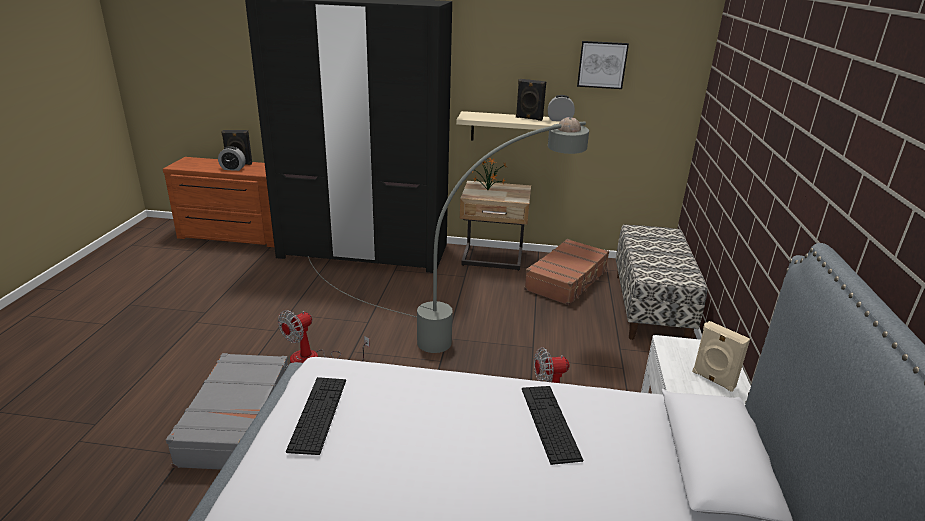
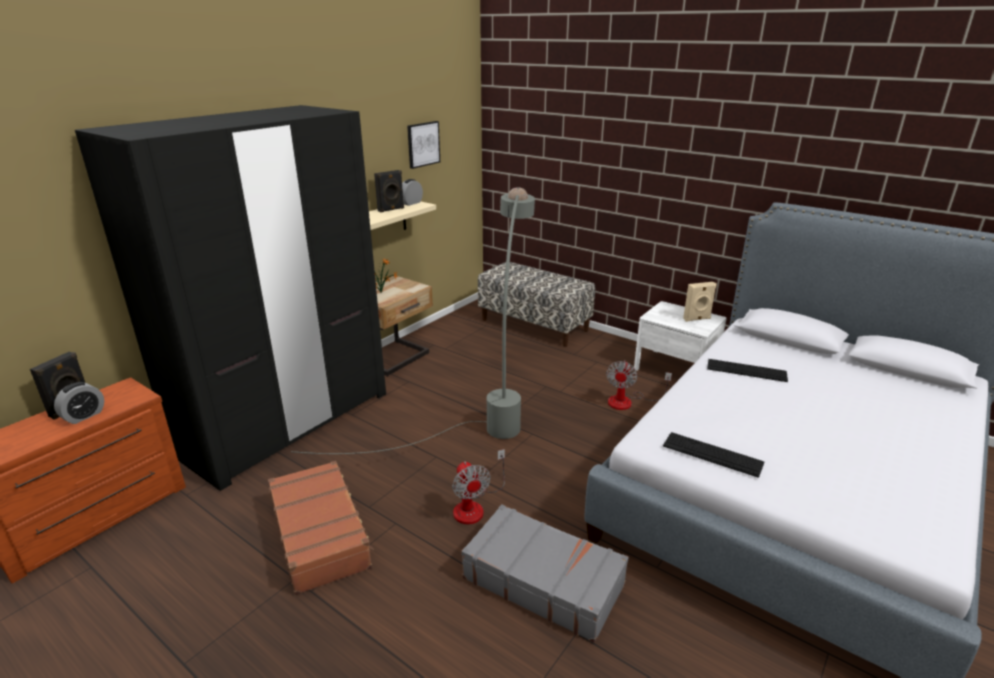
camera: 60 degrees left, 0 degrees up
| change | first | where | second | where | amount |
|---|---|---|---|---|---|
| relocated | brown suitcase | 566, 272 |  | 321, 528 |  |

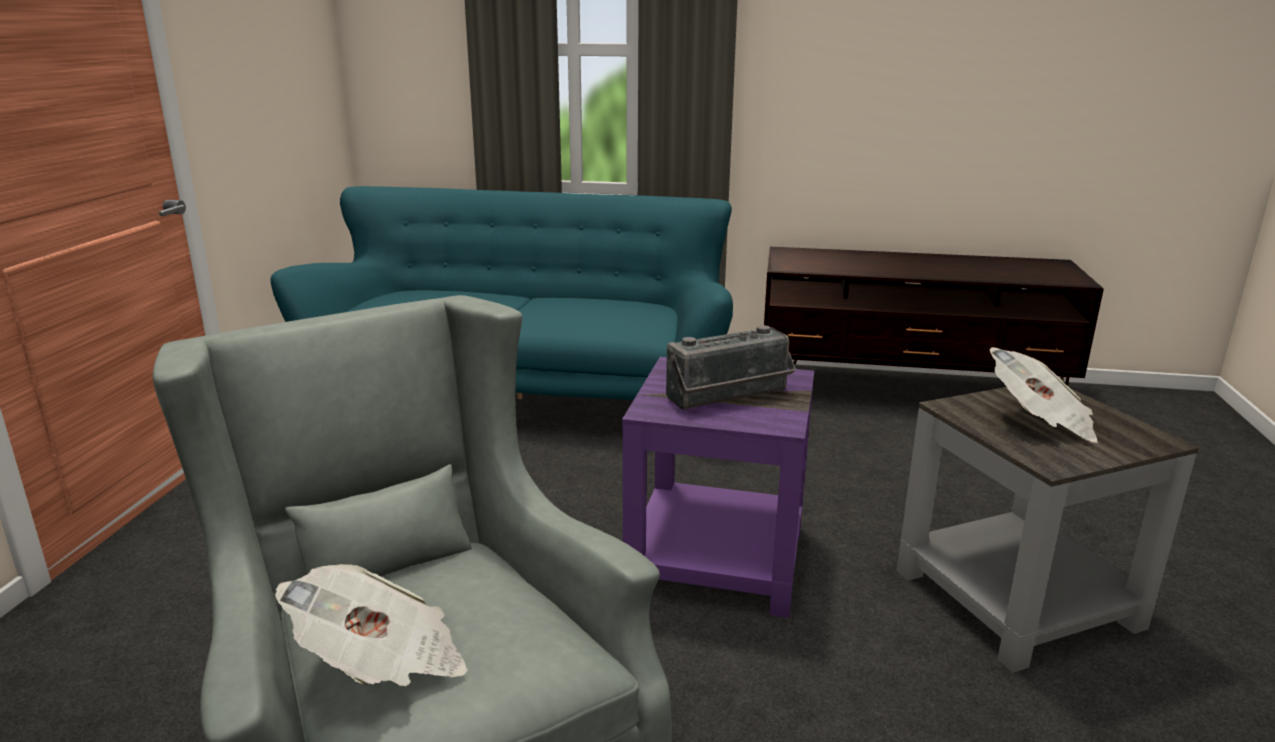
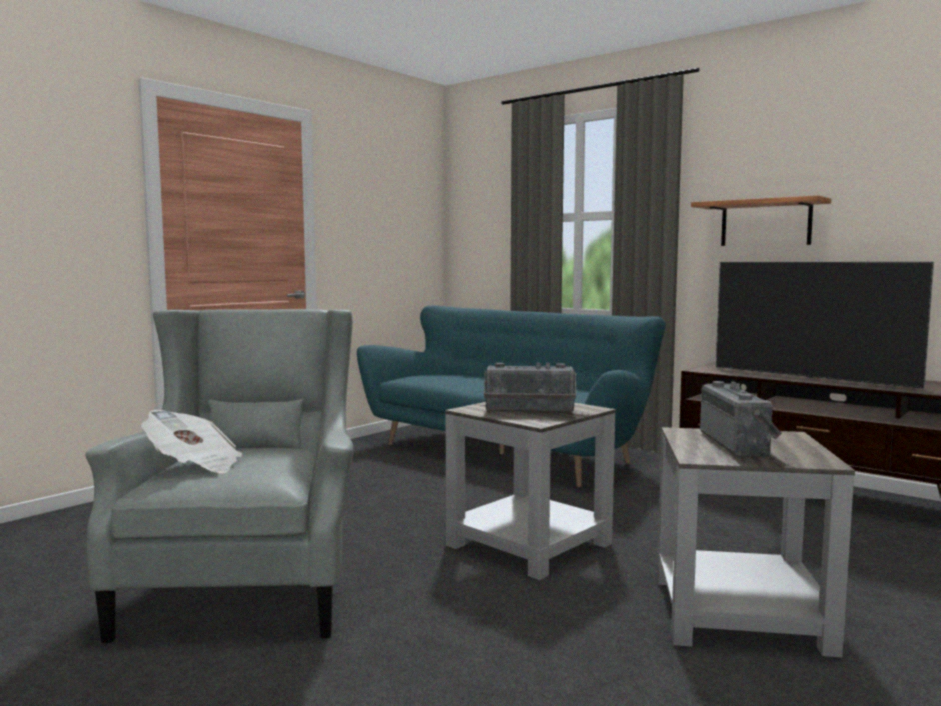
camera: 30 degrees right, 15 degrees down
| change | first | where | second | where | amount |
|---|---|---|---|---|---|
| colour | purple side table | 718, 487 | grey side table | 530, 491 |  |
| exchanged | newspaper | 1044, 395 | radio | 741, 419 |  |
| appeared |  |  | shelf | 761, 220 |  |
| appeared |  |  | television | 824, 324 |  |

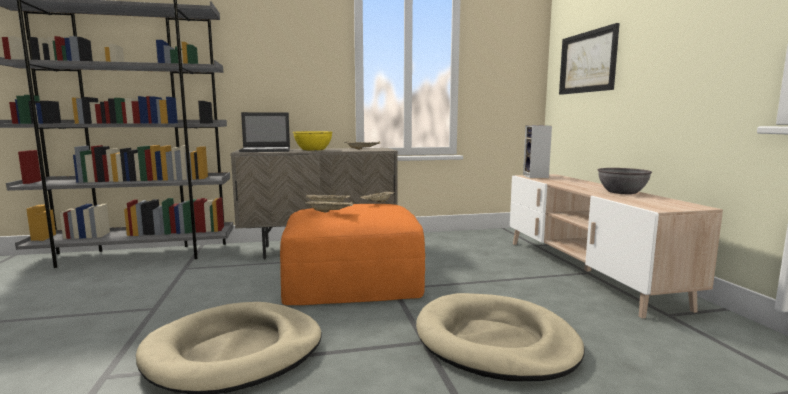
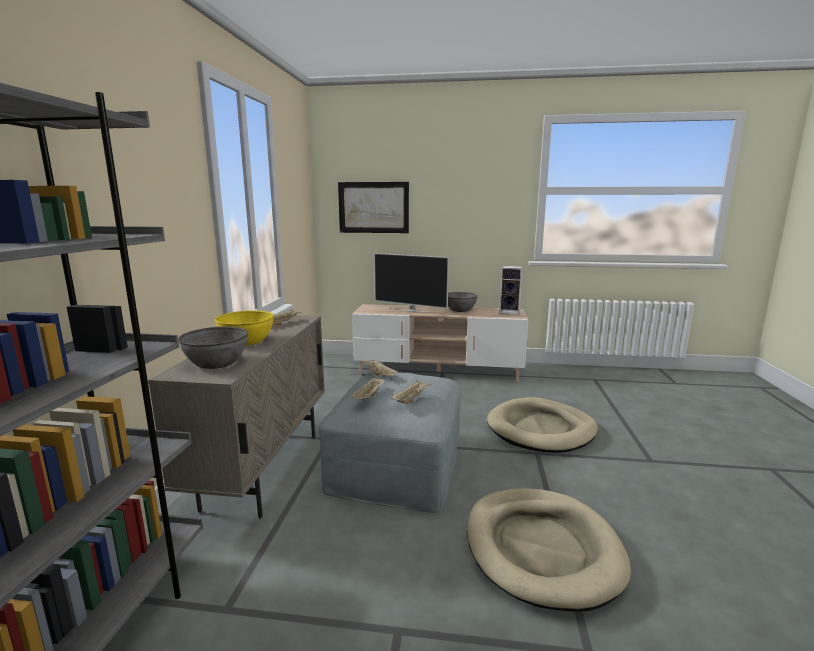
camera: 70 degrees left, 5 degrees up
| change | first | where | second | where | amount |
|---|---|---|---|---|---|
| exchanged | laptop | 264, 132 | grey bowl | 213, 348 |  |
| colour | orange ottoman | 352, 254 | grey ottoman | 390, 442 |  |
| relocated | speaker | 537, 152 |  | 511, 290 |  |
| appeared |  |  | television | 411, 283 |  |

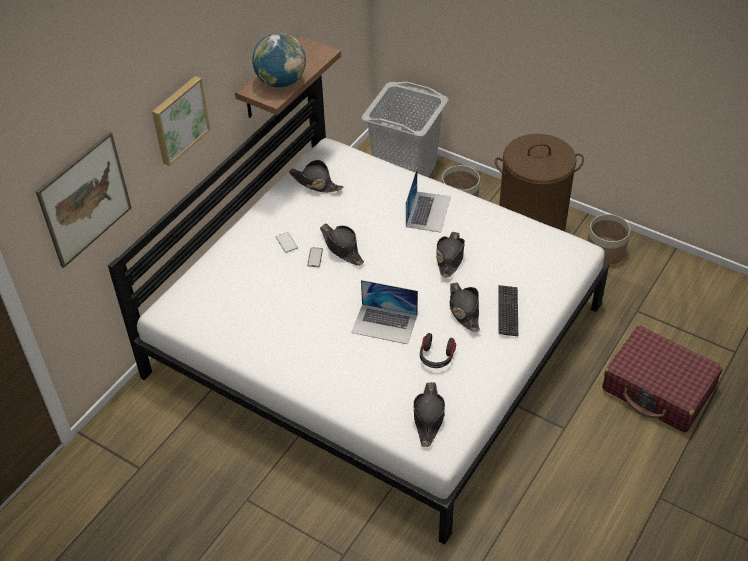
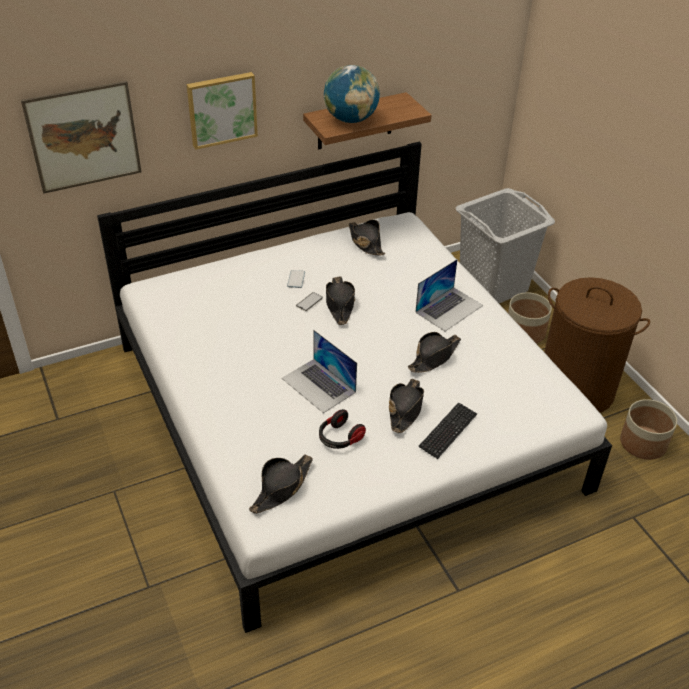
camera: 30 degrees right, 5 degrees down
| change | first | where | second | where | amount |
|---|---|---|---|---|---|
| missing | red suitcase | 662, 379 |  |  |  |

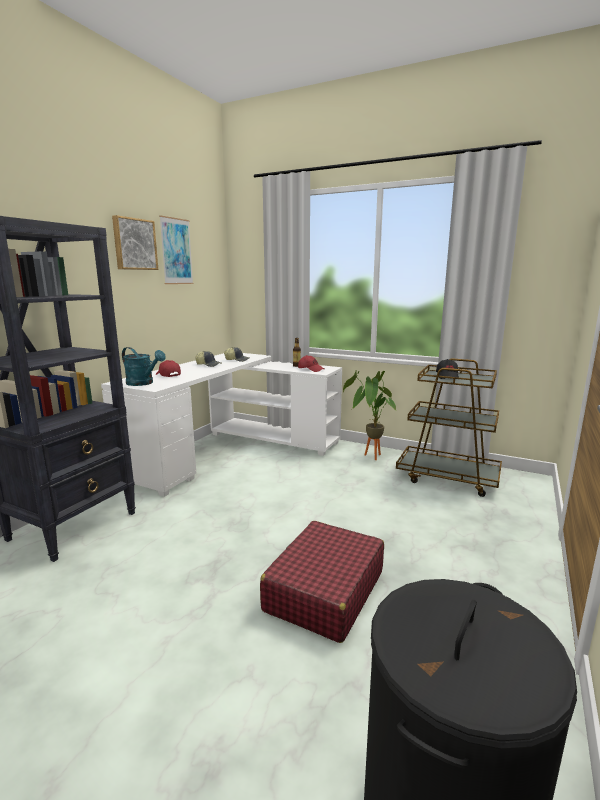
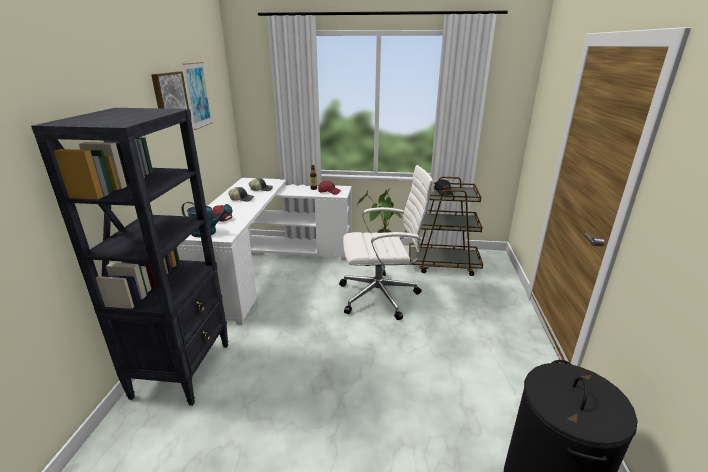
camera: 20 degrees left, 10 degrees up
| change | first | where | second | where | amount |
|---|---|---|---|---|---|
| missing | red suitcase | 322, 582 |  |  |  |
| appeared |  |  | white office chair | 386, 242 |  |

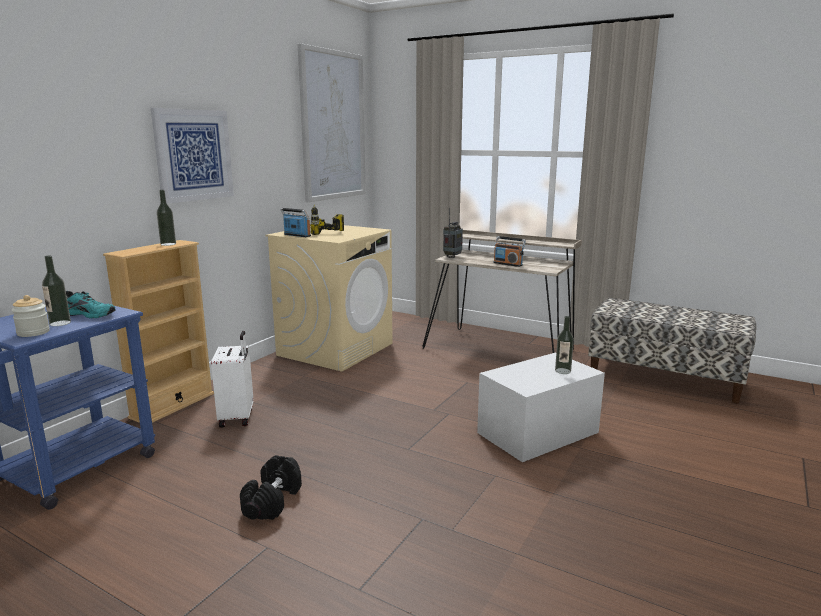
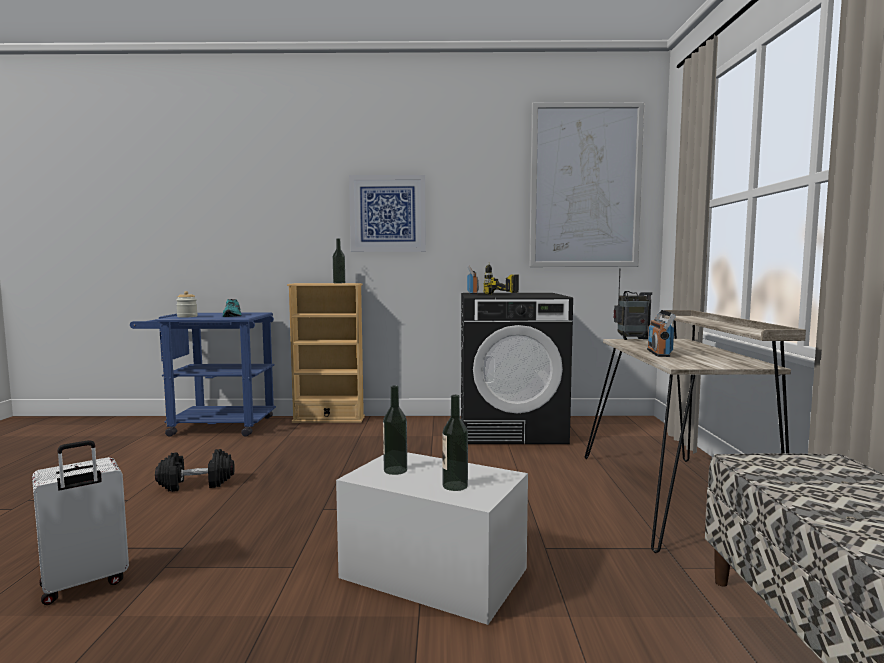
camera: 60 degrees right, 10 degrees down
| change | first | where | second | where | amount |
|---|---|---|---|---|---|
| relocated | bottle | 56, 290 |  | 395, 430 |  |
| relocated | white suitcase | 232, 379 |  | 80, 522 |  |
| colour | beige washing machine | 329, 298 | black washing machine | 517, 368 |  |

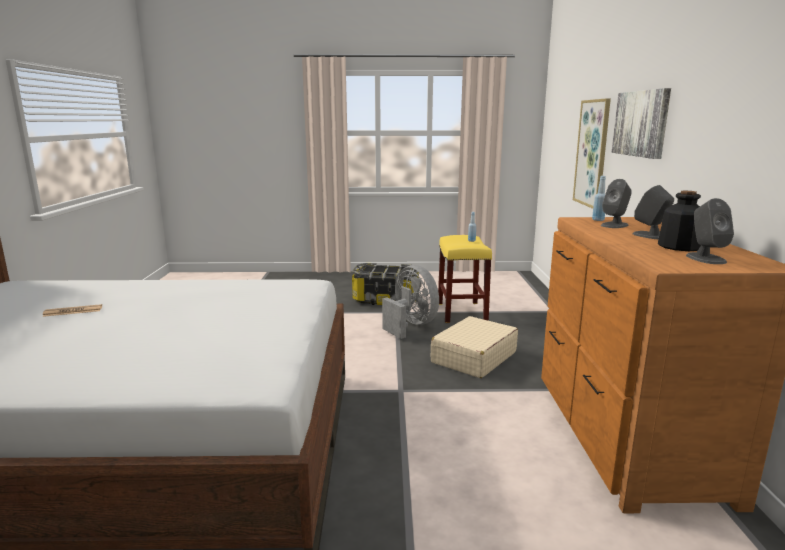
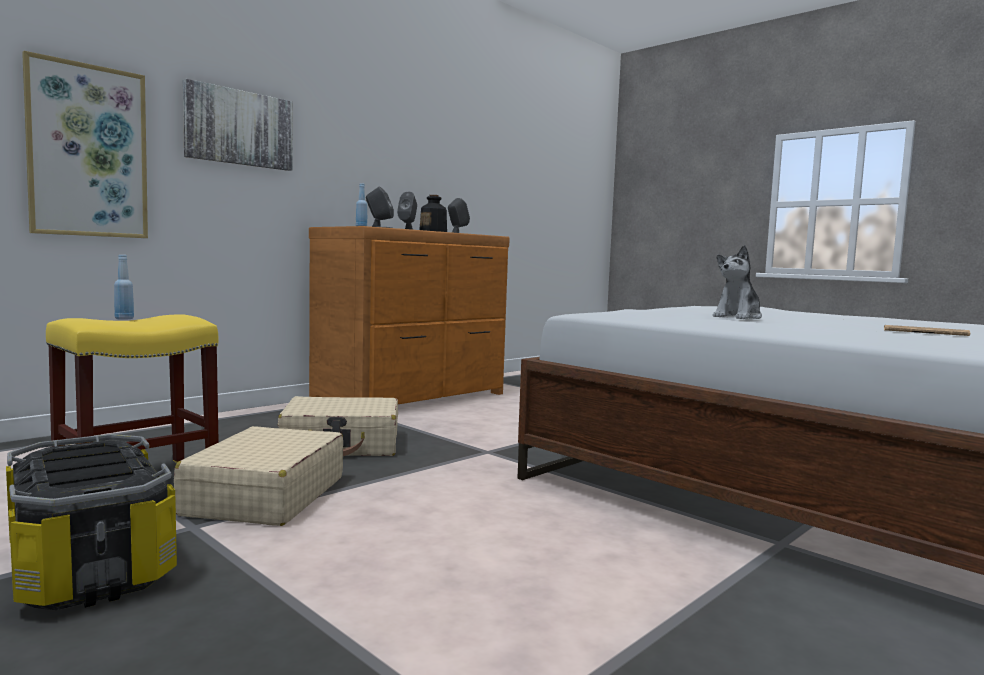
camera: 135 degrees left, 10 degrees down
| change | first | where | second | where | amount |
|---|---|---|---|---|---|
| exchanged | grey fan | 410, 302 | beige suitcase | 258, 476 |  |
| appeared |  |  | plush toy | 737, 282 |  |

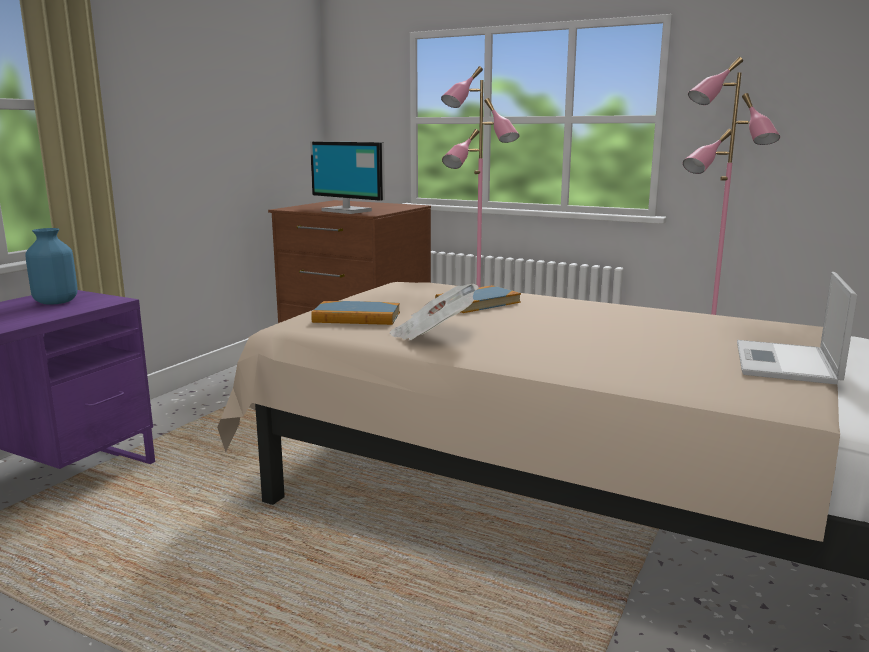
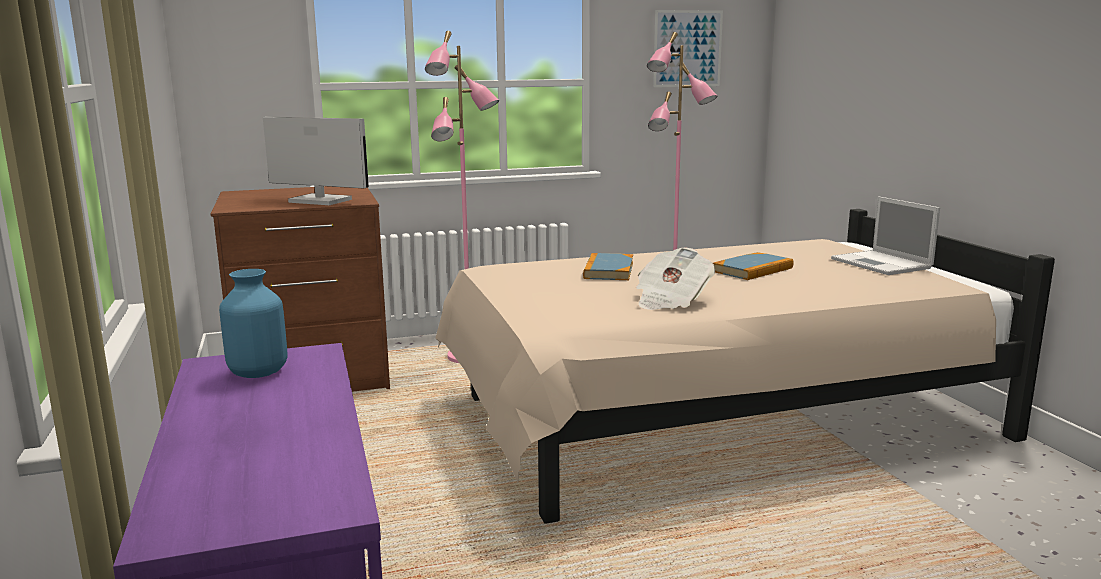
camera: 45 degrees left, 0 degrees up
| change | first | where | second | where | amount |
|---|---|---|---|---|---|
| spun | monitor | 347, 177 |  | 316, 161 | 150 degrees counterclockwise |
| relocated | book | 355, 313 |  | 753, 266 |  |
| appeared |  |  | picture | 688, 48 |  |

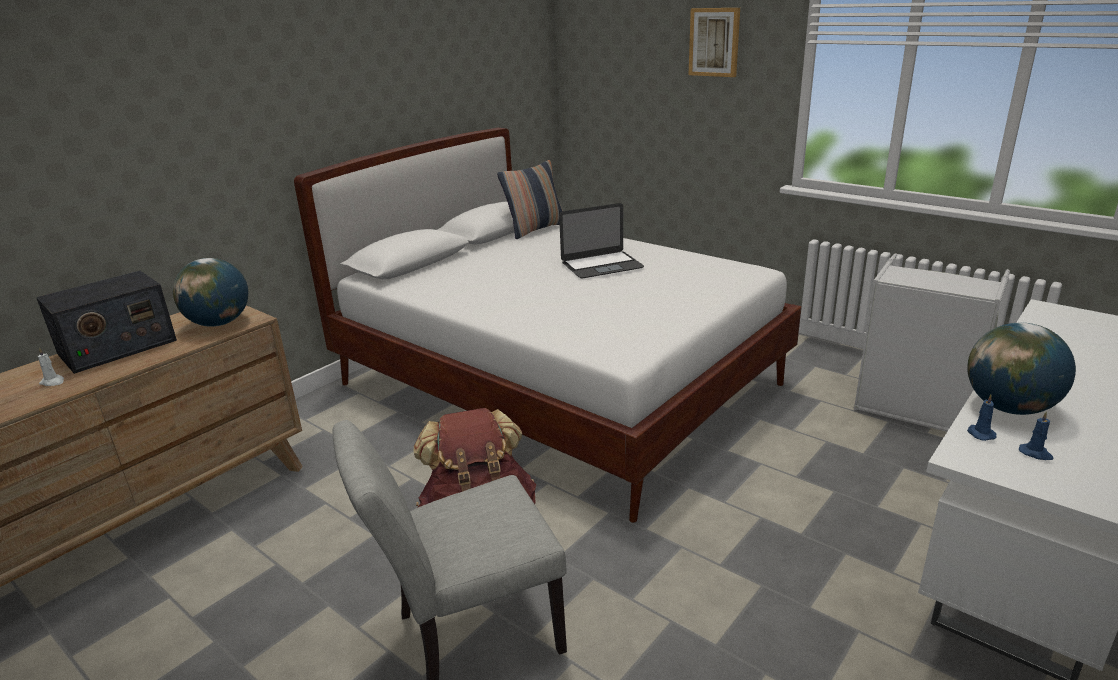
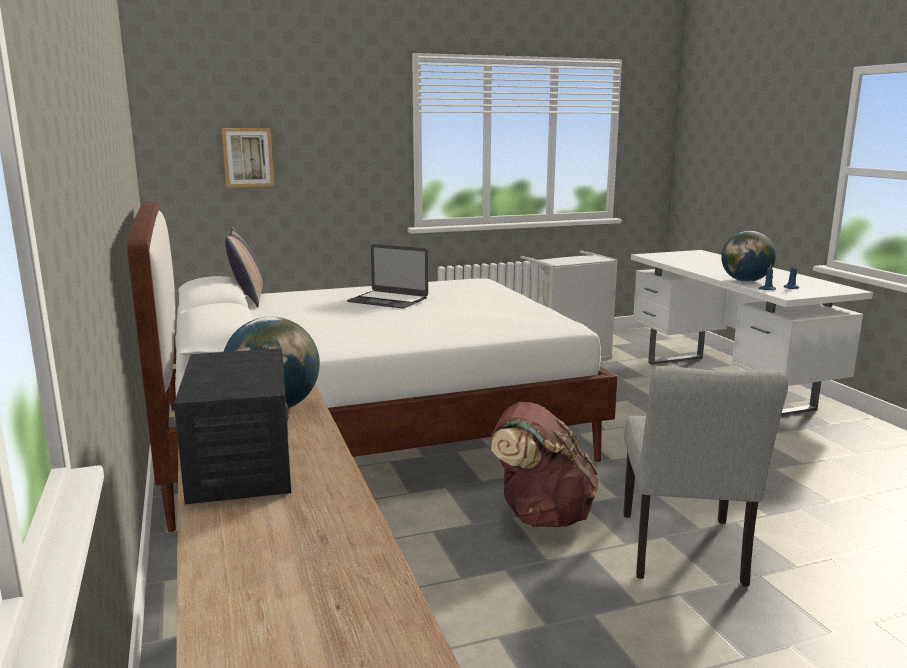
camera: 60 degrees left, 10 degrees down
| change | first | where | second | where | amount |
|---|---|---|---|---|---|
| missing | white candle | 51, 367 |  |  |  |
| spun | laptop | 601, 240 |  | 387, 276 | 105 degrees clockwise |
| relocated | picture | 714, 42 |  | 247, 158 |  |

